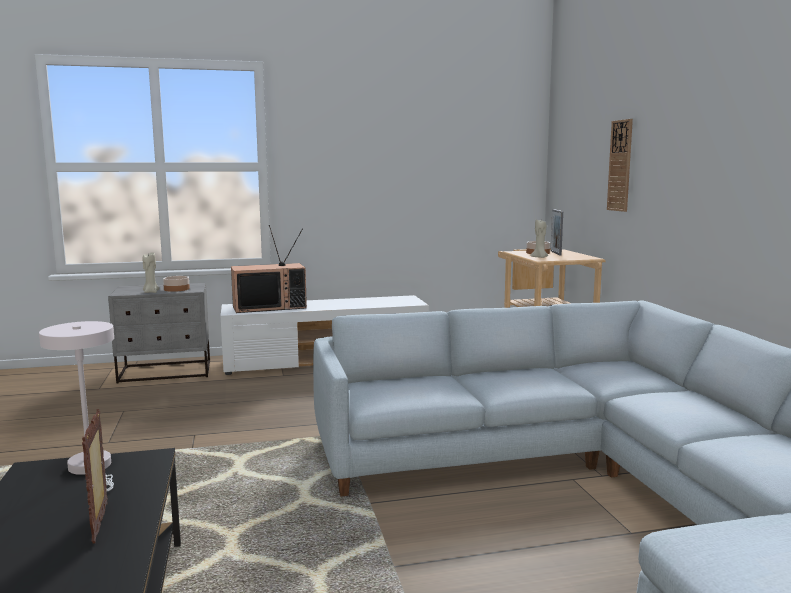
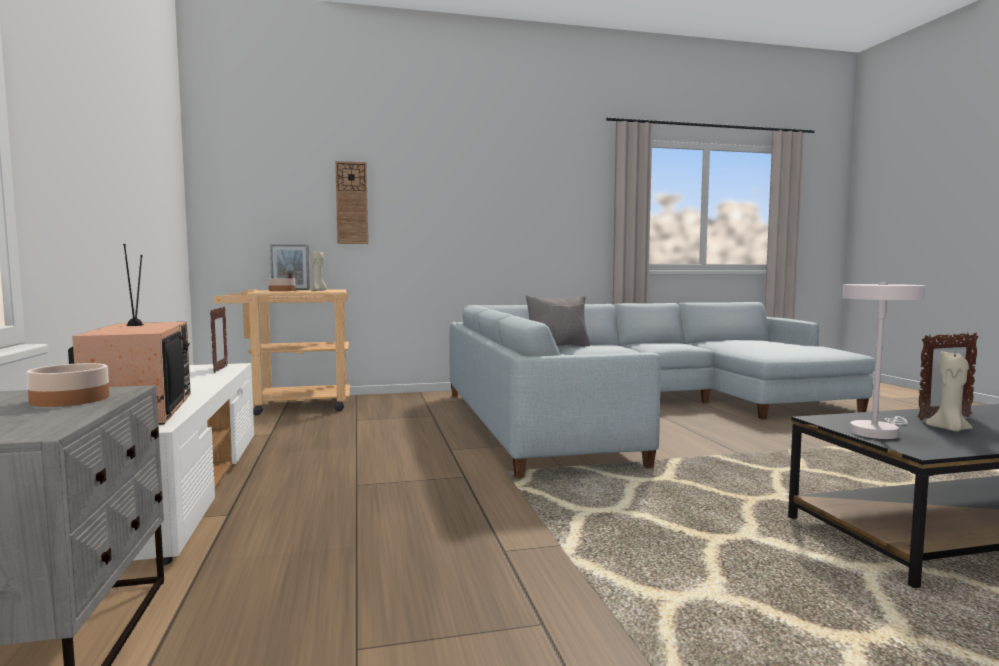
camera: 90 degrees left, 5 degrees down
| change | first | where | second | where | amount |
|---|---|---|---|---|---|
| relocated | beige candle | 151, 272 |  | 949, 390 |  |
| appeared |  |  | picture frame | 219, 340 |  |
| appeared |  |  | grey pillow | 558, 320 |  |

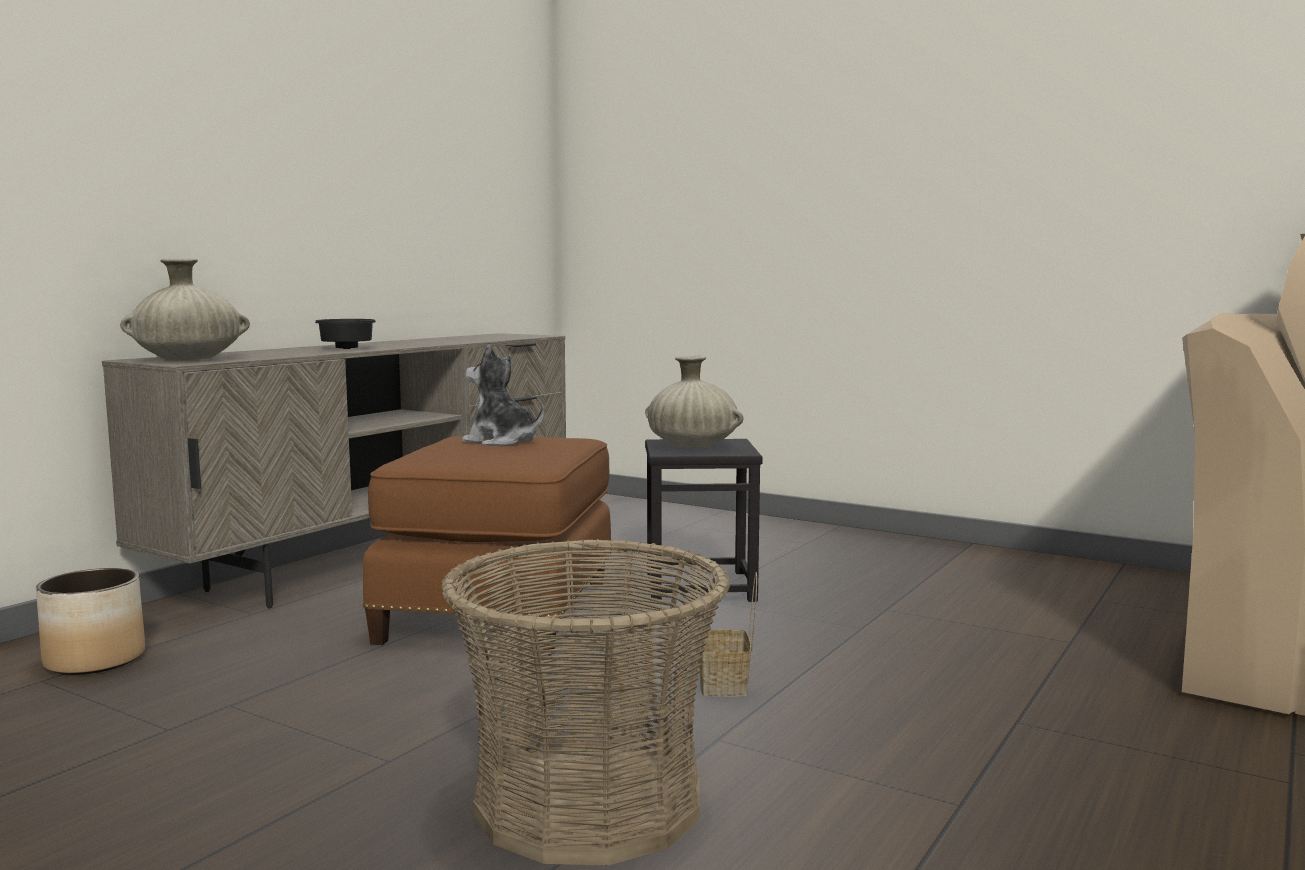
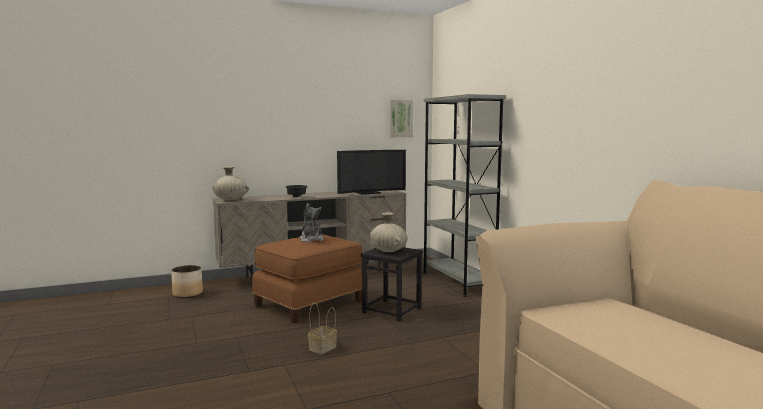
camera: 35 degrees right, 0 degrees up
| change | first | where | second | where | amount |
|---|---|---|---|---|---|
| missing | basket | 585, 702 |  |  |  |
| appeared |  |  | television | 371, 172 |  |
| appeared |  |  | picture | 401, 118 |  |
| appeared |  |  | grey bookcase | 464, 195 |  |

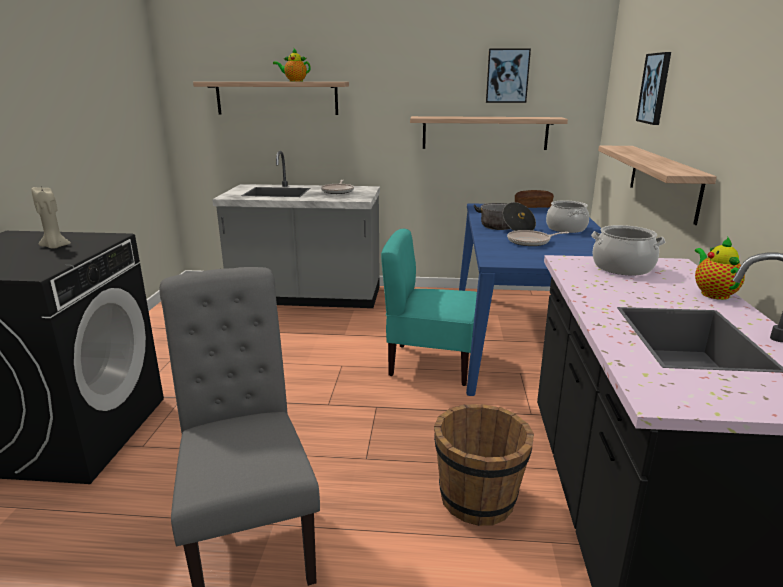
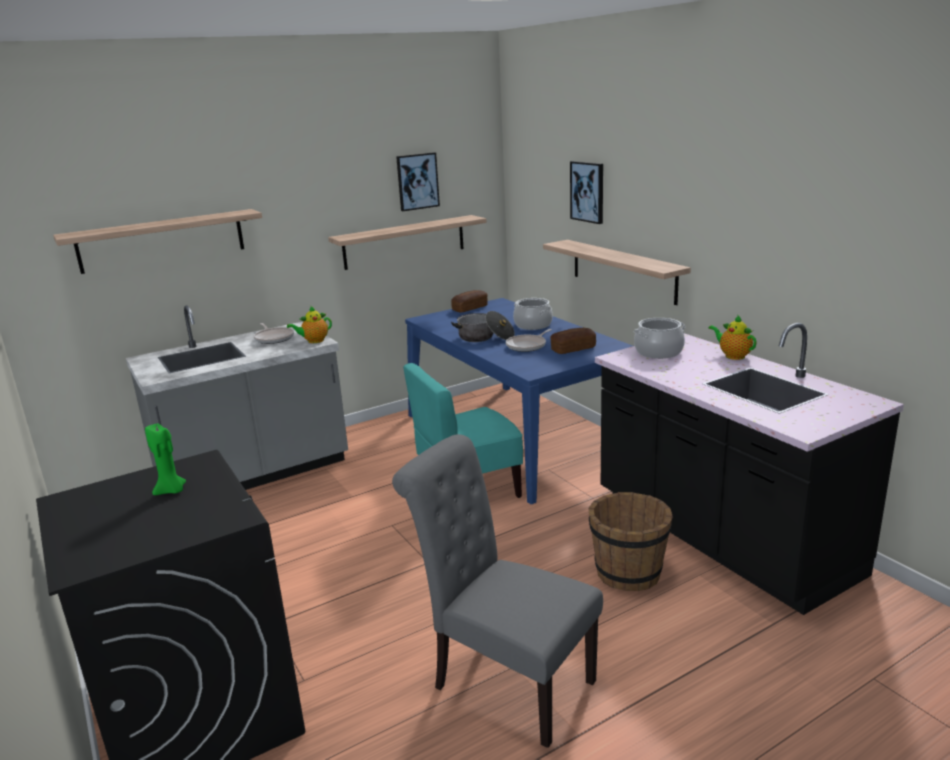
camera: 35 degrees left, 0 degrees up
| change | first | where | second | where | amount |
|---|---|---|---|---|---|
| colour | beige candle | 51, 217 | green candle | 165, 459 |  |
| relocated | teapot | 292, 65 |  | 309, 324 |  |
| appeared |  |  | bread | 573, 341 |  |

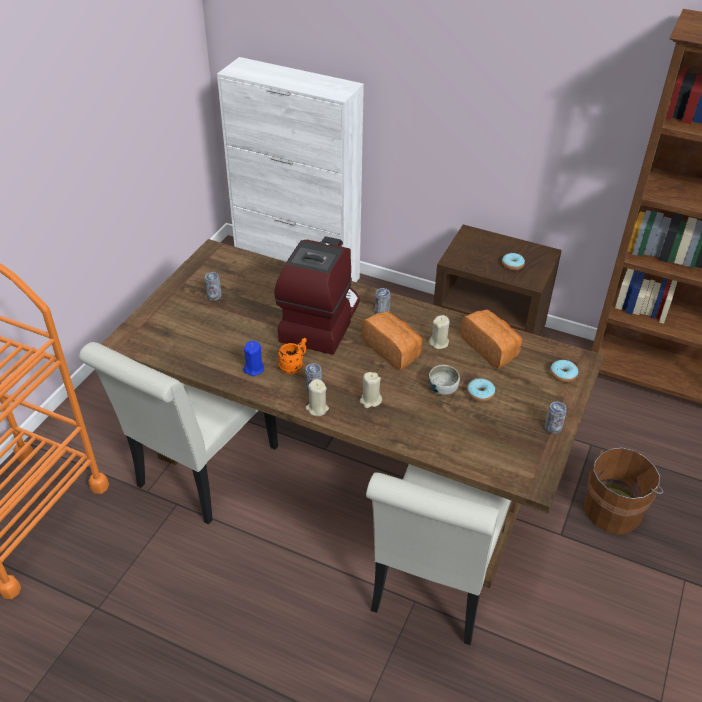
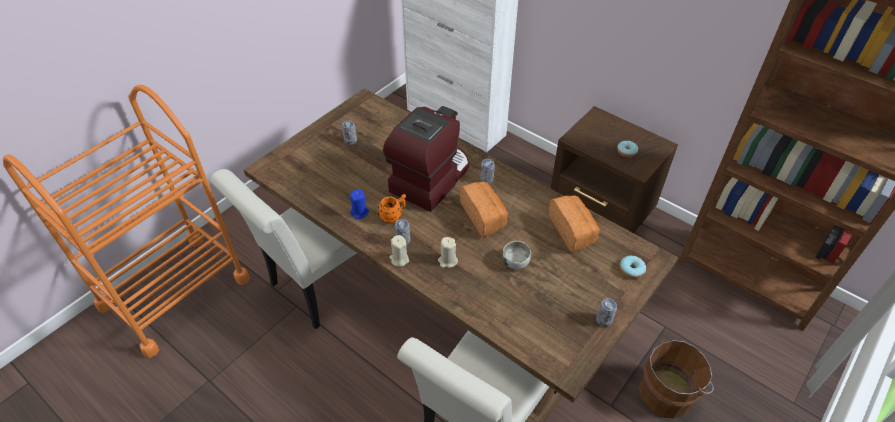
camera: 15 degrees right, 5 degrees up
| change | first | where | second | where | amount |
|---|---|---|---|---|---|
| missing | beige candle | 439, 332 |  |  |  |
| missing | donut | 481, 390 |  |  |  |

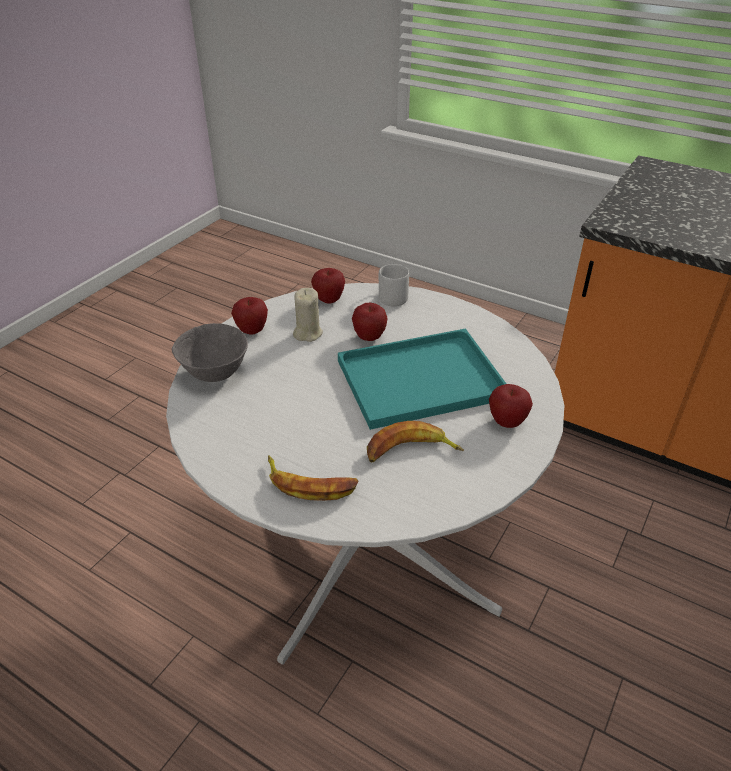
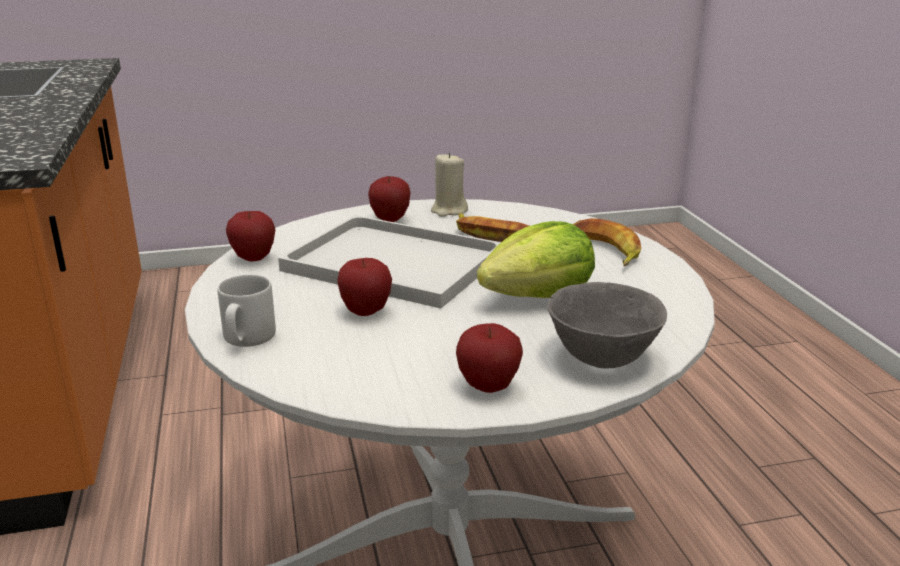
camera: 135 degrees left, 15 degrees down
| change | first | where | second | where | amount |
|---|---|---|---|---|---|
| relocated | beige candle | 308, 315 |  | 449, 184 |  |
| relocated | apple | 328, 286 |  | 250, 236 |  |
| colour | turquoise tray | 422, 379 | white tray | 389, 261 |  |
| appeared |  |  | lettuce | 536, 259 |  |

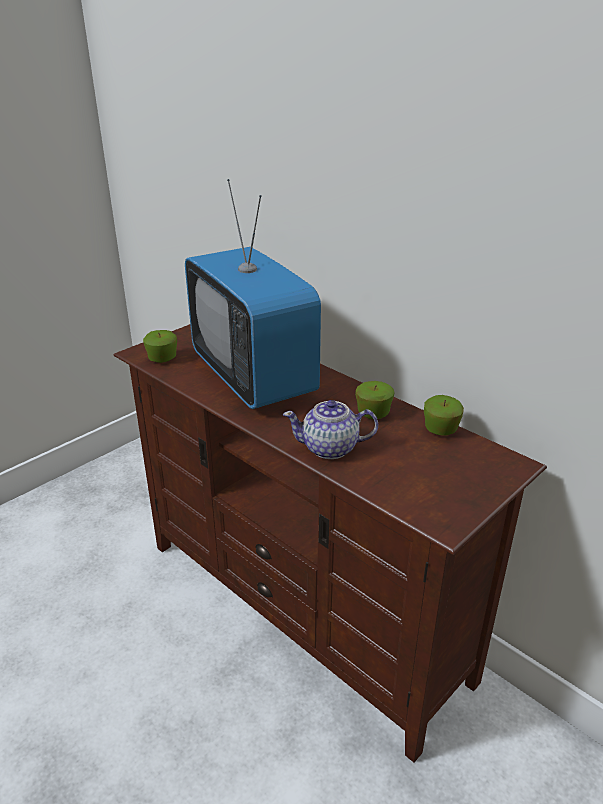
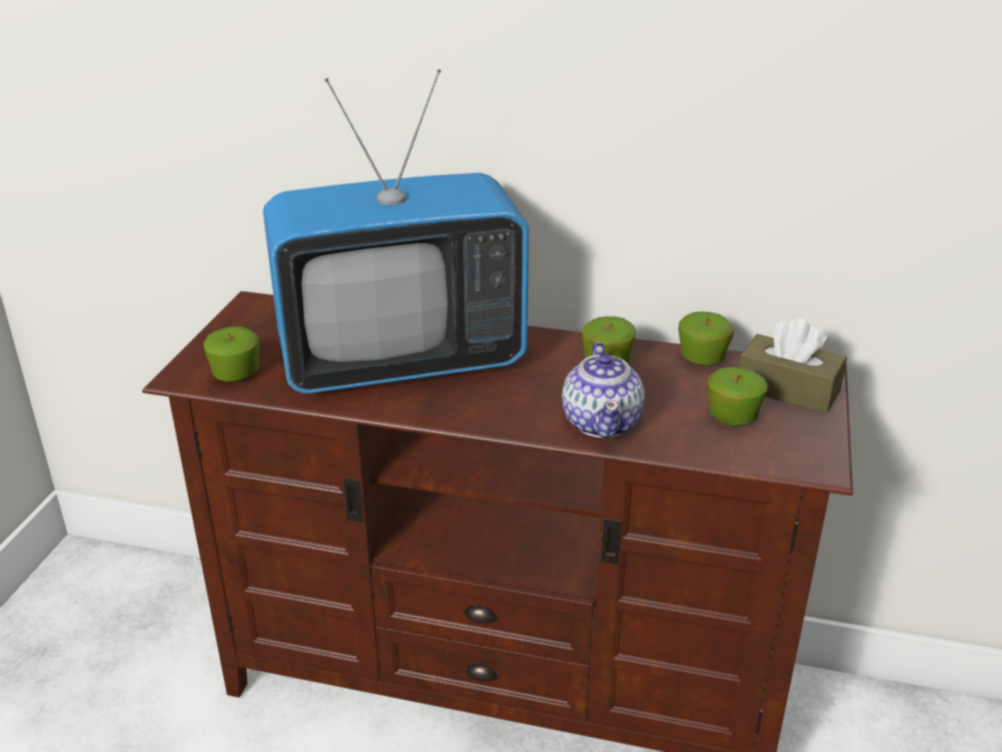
camera: 30 degrees left, 0 degrees up
| change | first | where | second | where | amount |
|---|---|---|---|---|---|
| spun | television | 253, 294 |  | 396, 231 | 45 degrees counterclockwise |
| spun | teapot | 330, 429 |  | 603, 390 | 60 degrees counterclockwise |
| appeared |  |  | apple | 737, 397 |  |
| appeared |  |  | brown tissue box | 793, 366 |  |

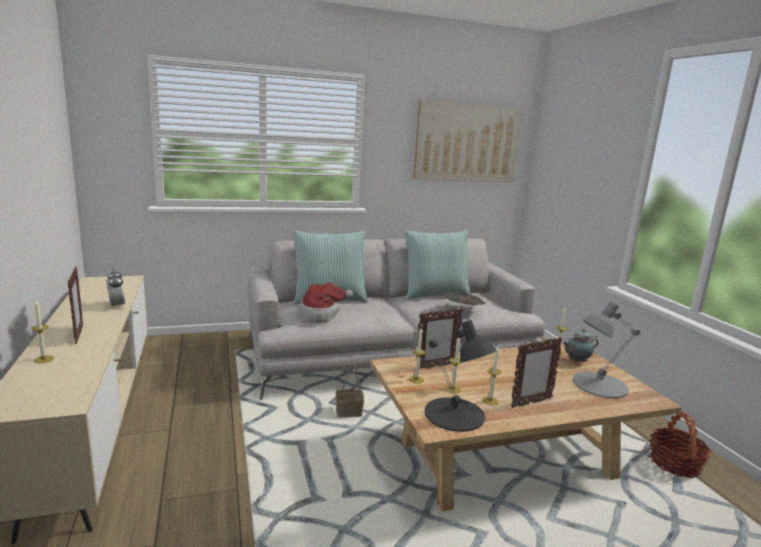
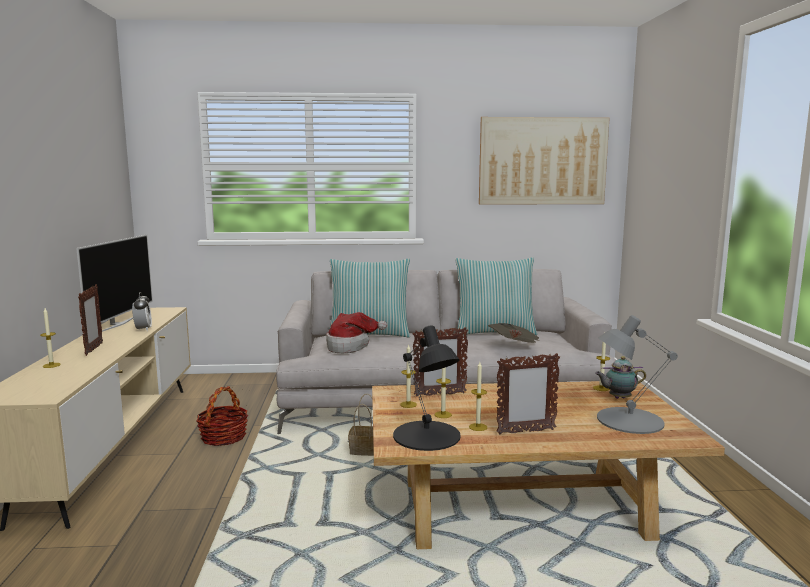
camera: 15 degrees right, 5 degrees down
| change | first | where | second | where | amount |
|---|---|---|---|---|---|
| relocated | basket | 681, 444 |  | 222, 416 |  |
| appeared |  |  | television | 114, 283 |  |

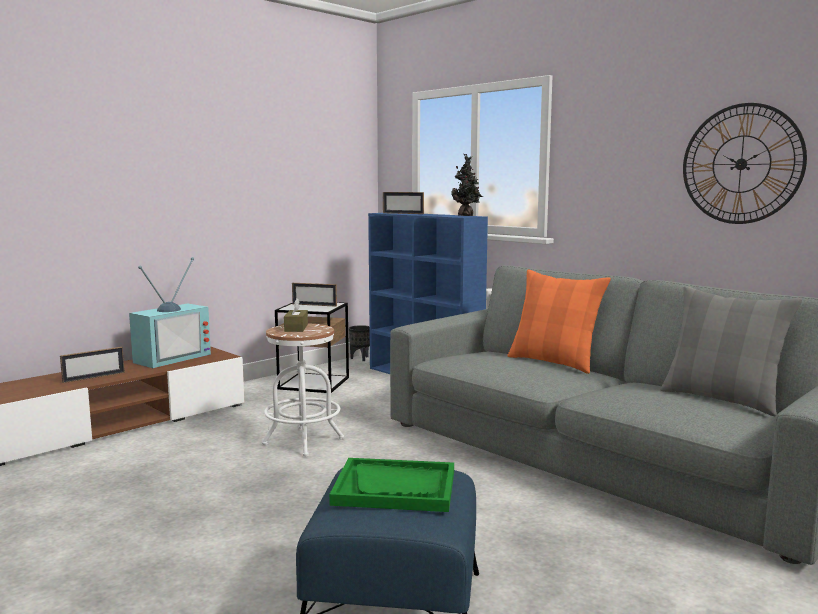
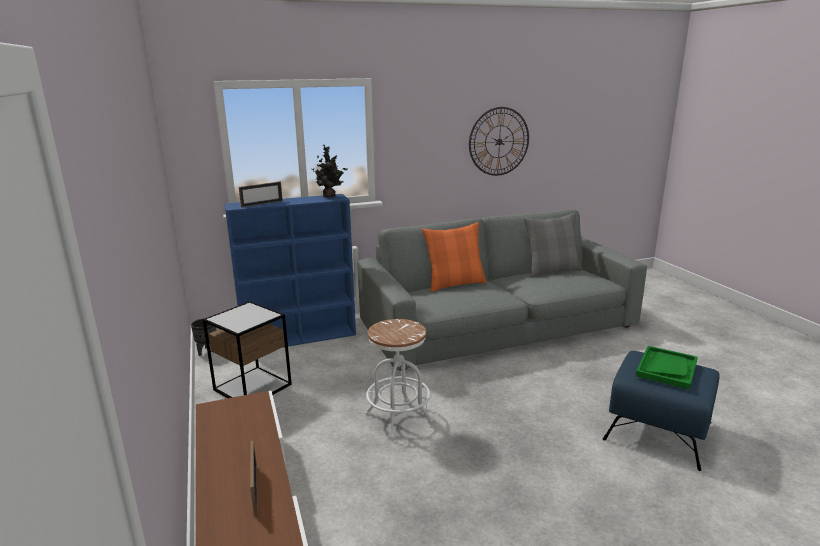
camera: 65 degrees left, 10 degrees up
| change | first | where | second | where | amount |
|---|---|---|---|---|---|
| missing | television | 170, 312 |  |  |  |
| missing | brown tissue box | 296, 315 |  |  |  |
| missing | picture frame | 314, 295 |  |  |  |

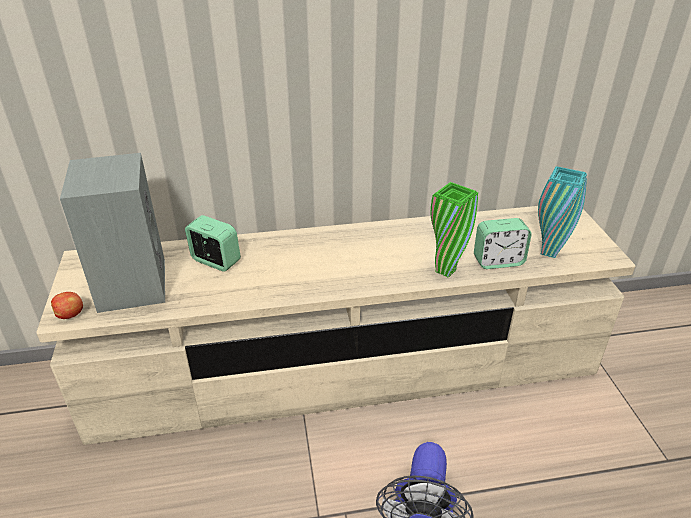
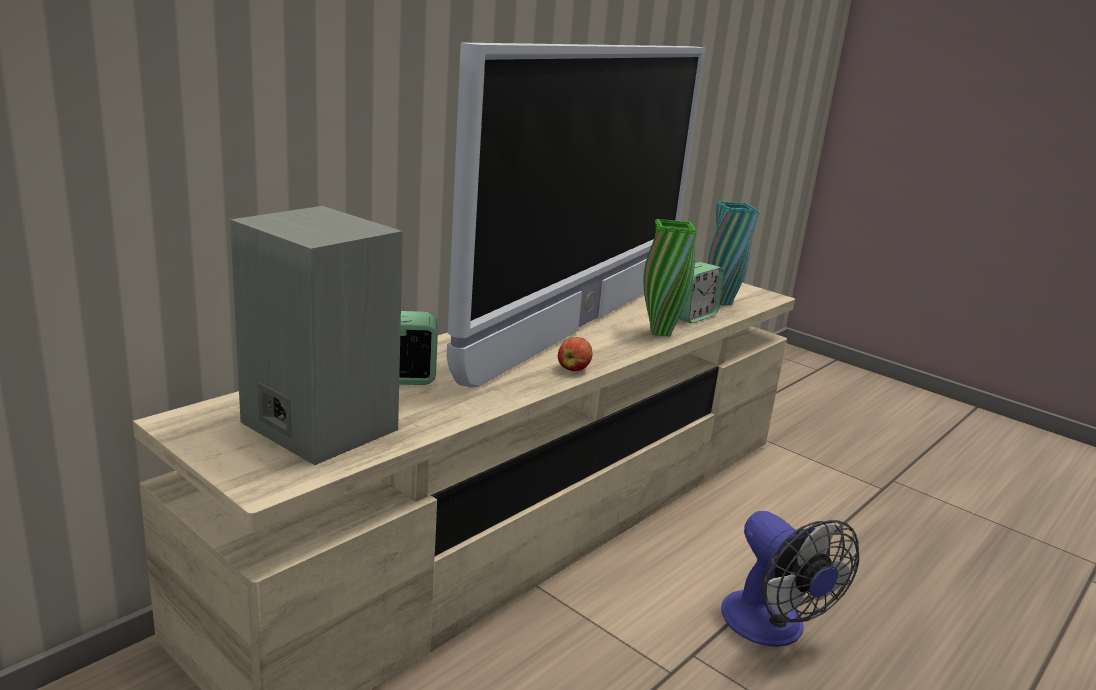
camera: 40 degrees left, 15 degrees down
| change | first | where | second | where | amount |
|---|---|---|---|---|---|
| relocated | apple | 67, 305 |  | 575, 354 |  |
| appeared |  |  | television | 576, 215 |  |

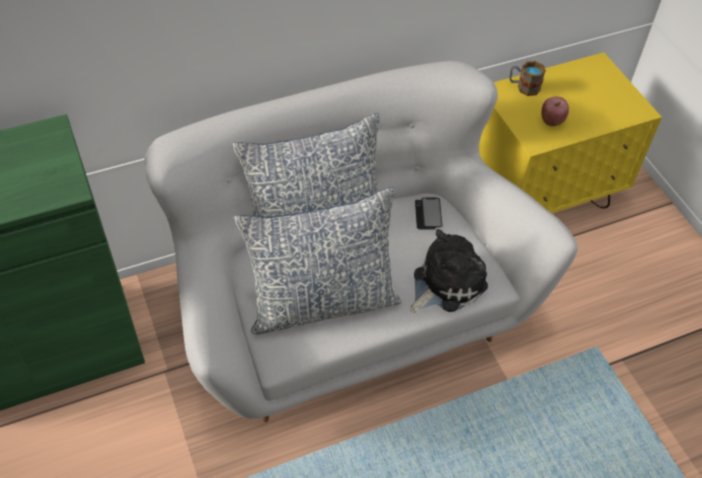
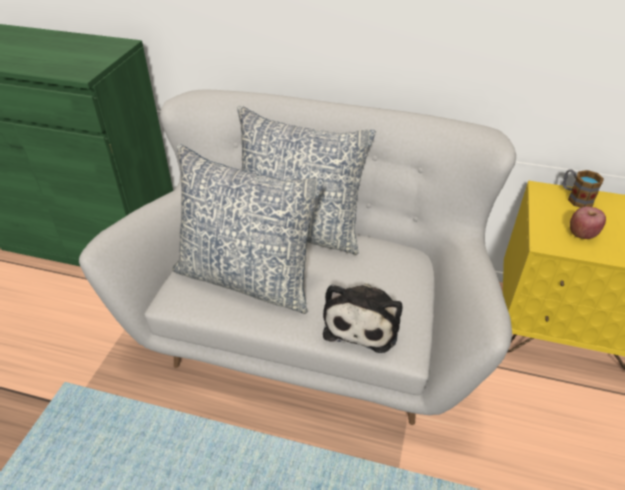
camera: 40 degrees right, 10 degrees down
| change | first | where | second | where | amount |
|---|---|---|---|---|---|
| spun | plush toy | 449, 271 |  | 362, 318 | 105 degrees clockwise |
| missing | phone | 428, 213 |  |  |  |

